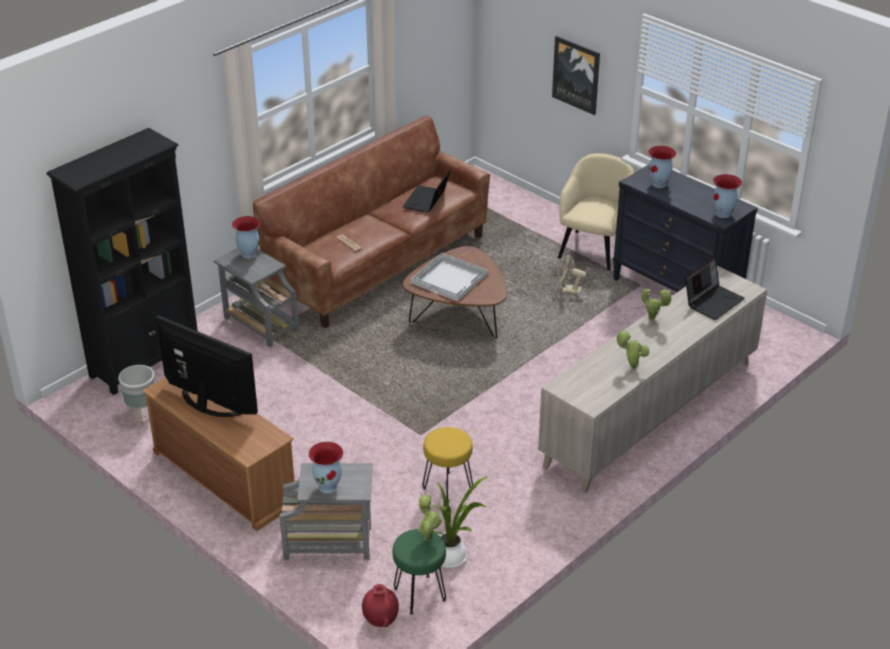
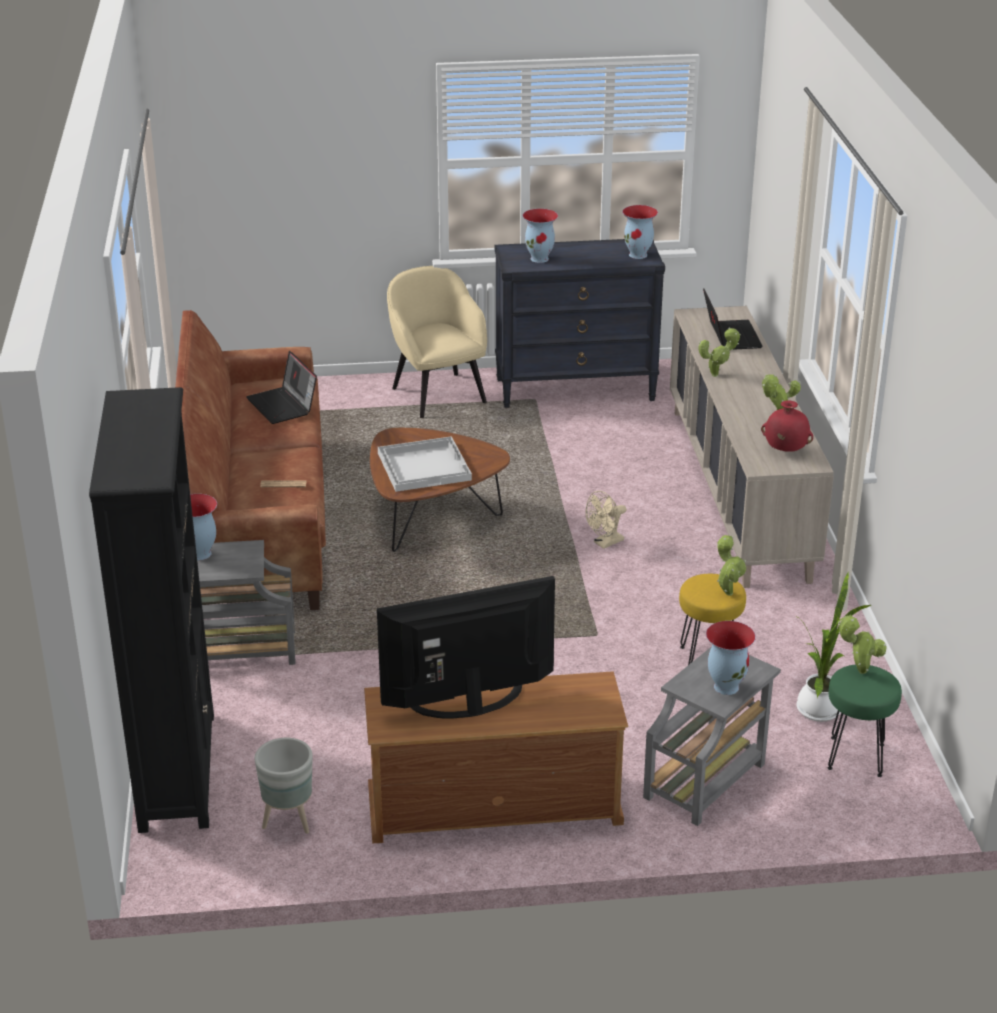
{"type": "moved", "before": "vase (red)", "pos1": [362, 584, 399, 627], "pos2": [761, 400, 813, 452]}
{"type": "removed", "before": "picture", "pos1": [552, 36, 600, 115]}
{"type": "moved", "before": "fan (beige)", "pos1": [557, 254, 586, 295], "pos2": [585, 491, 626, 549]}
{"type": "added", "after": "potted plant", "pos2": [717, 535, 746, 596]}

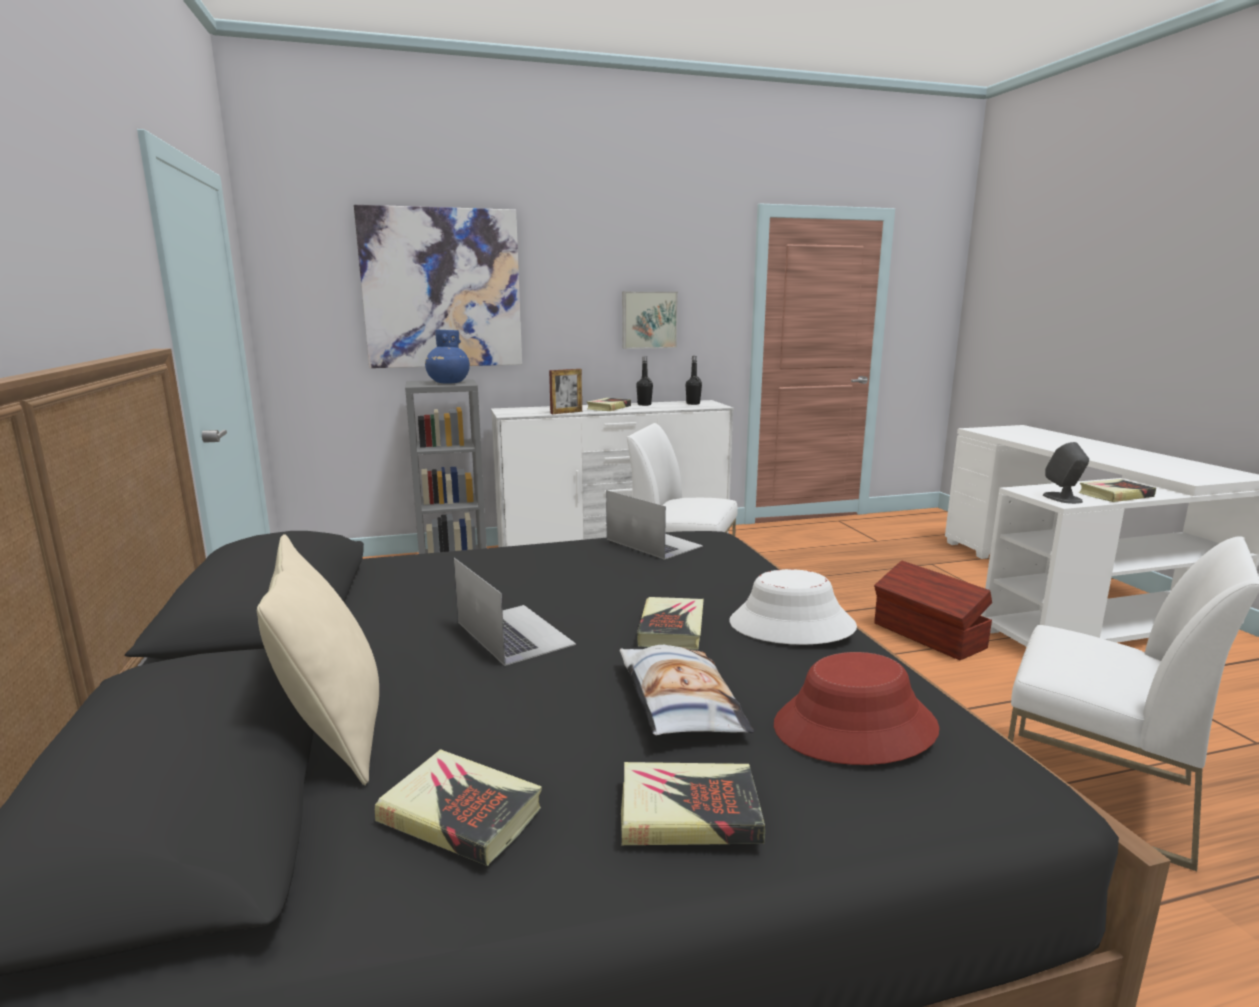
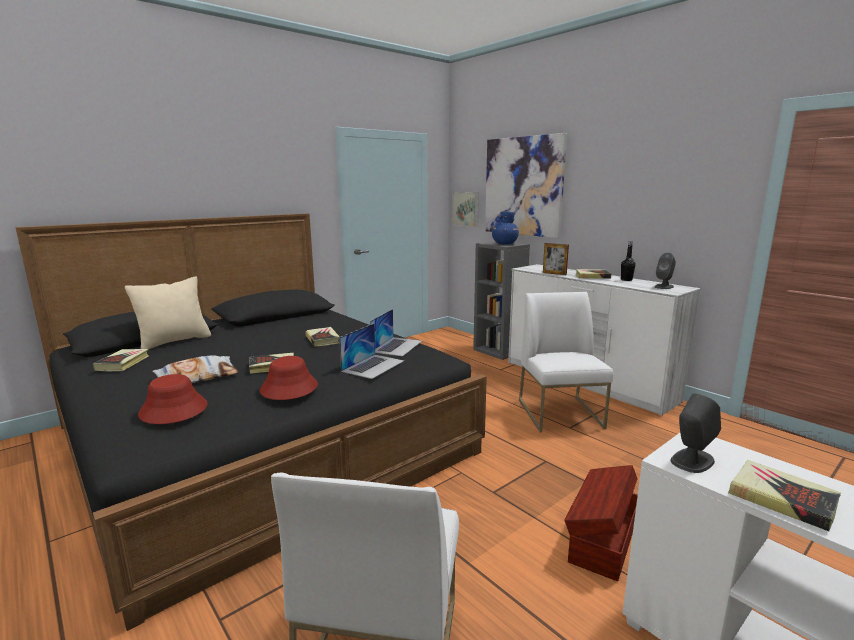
{"type": "moved", "before": "laptop", "pos1": [454, 558, 576, 666], "pos2": [339, 323, 404, 379]}
{"type": "moved", "before": "book", "pos1": [621, 762, 765, 845], "pos2": [306, 327, 340, 346]}
{"type": "moved", "before": "picture", "pos1": [622, 291, 678, 349], "pos2": [452, 192, 479, 227]}
{"type": "replaced", "before": "bottle (black)", "after": "speaker (grey)", "pos1": [686, 356, 702, 405], "pos2": [654, 253, 676, 289]}
{"type": "recoloured", "before": "hat (white)", "after": "hat (red)", "pos1": [730, 569, 857, 645], "pos2": [260, 356, 318, 400]}

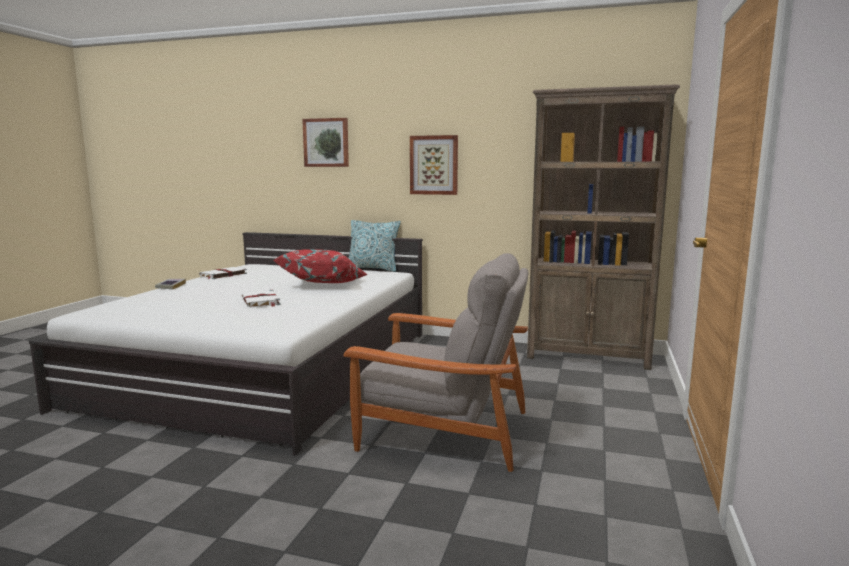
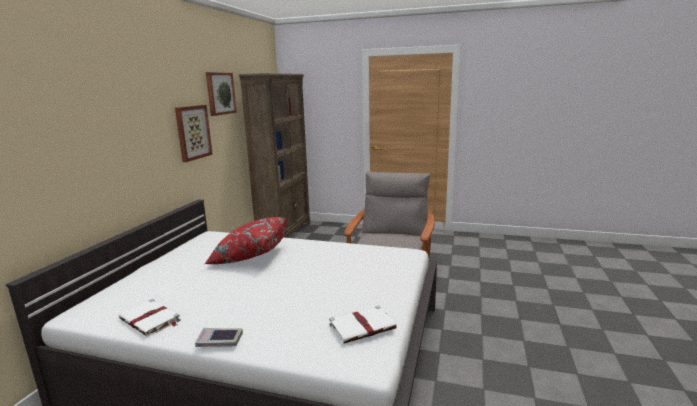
{"type": "moved", "before": "book (white)", "pos1": [242, 290, 281, 307], "pos2": [329, 306, 397, 344]}
{"type": "moved", "before": "picture", "pos1": [302, 118, 349, 167], "pos2": [206, 72, 237, 116]}
{"type": "removed", "before": "pillow", "pos1": [348, 220, 401, 272]}

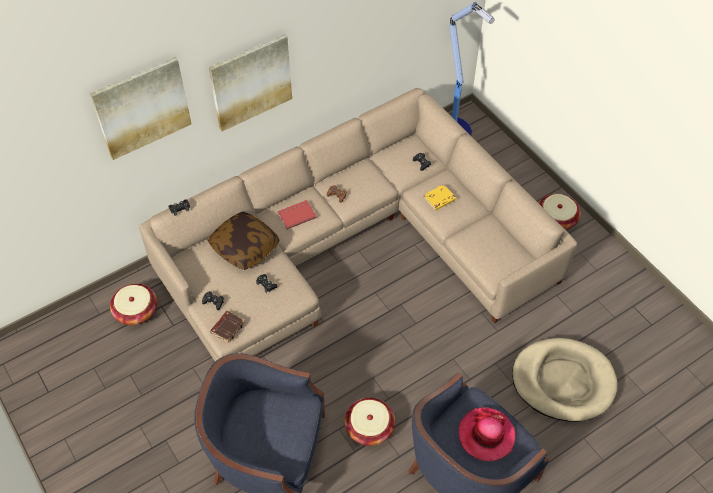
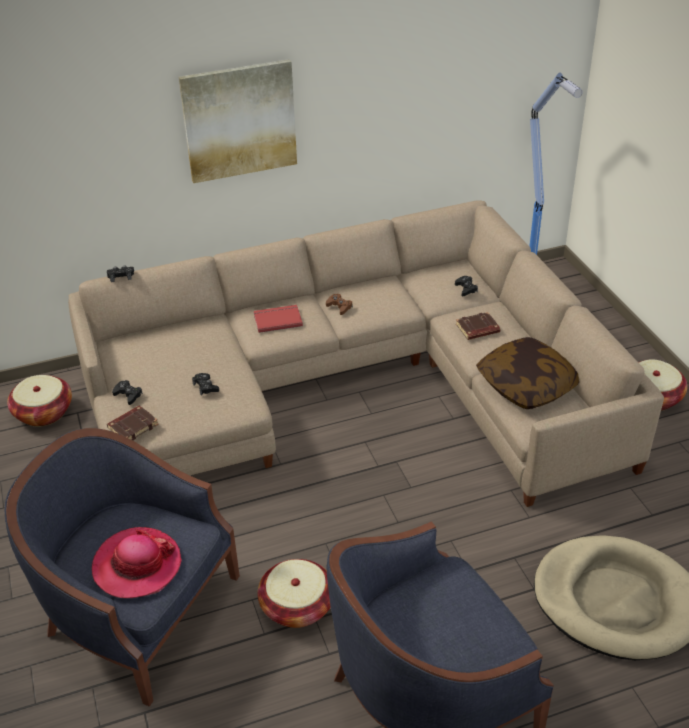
{"type": "removed", "before": "picture", "pos1": [90, 57, 191, 160]}
{"type": "moved", "before": "pillow", "pos1": [208, 212, 279, 270], "pos2": [476, 337, 579, 409]}
{"type": "recoloured", "before": "book (yellow)", "after": "book (brown)", "pos1": [423, 184, 456, 210], "pos2": [456, 312, 501, 340]}
{"type": "moved", "before": "hat", "pos1": [459, 407, 516, 461], "pos2": [92, 527, 182, 598]}

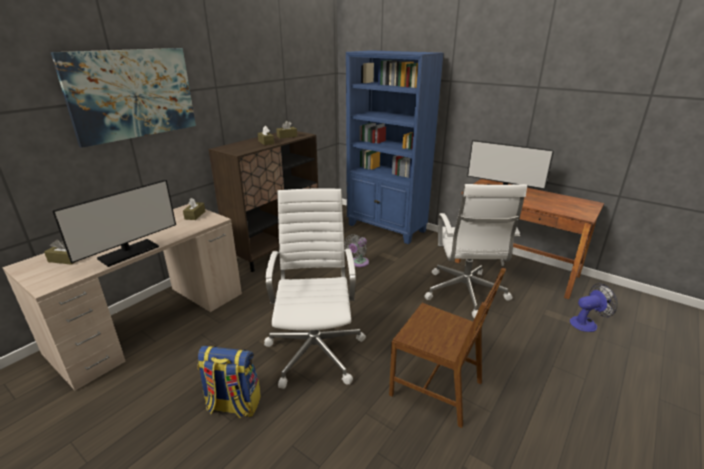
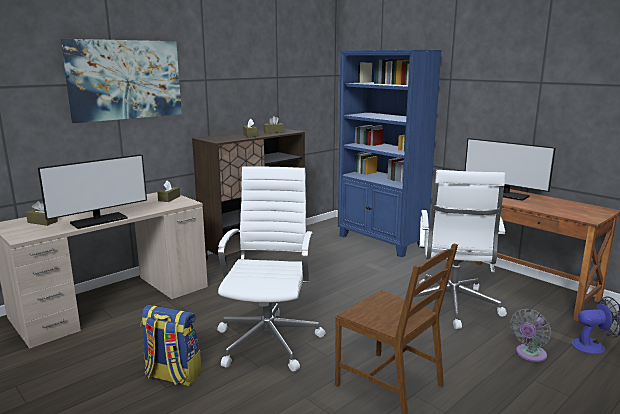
{"type": "moved", "before": "fan (grey)", "pos1": [344, 234, 369, 267], "pos2": [510, 309, 551, 362]}

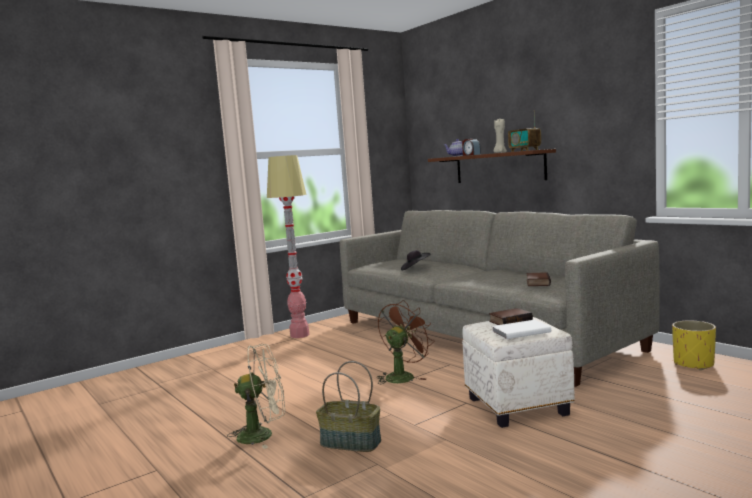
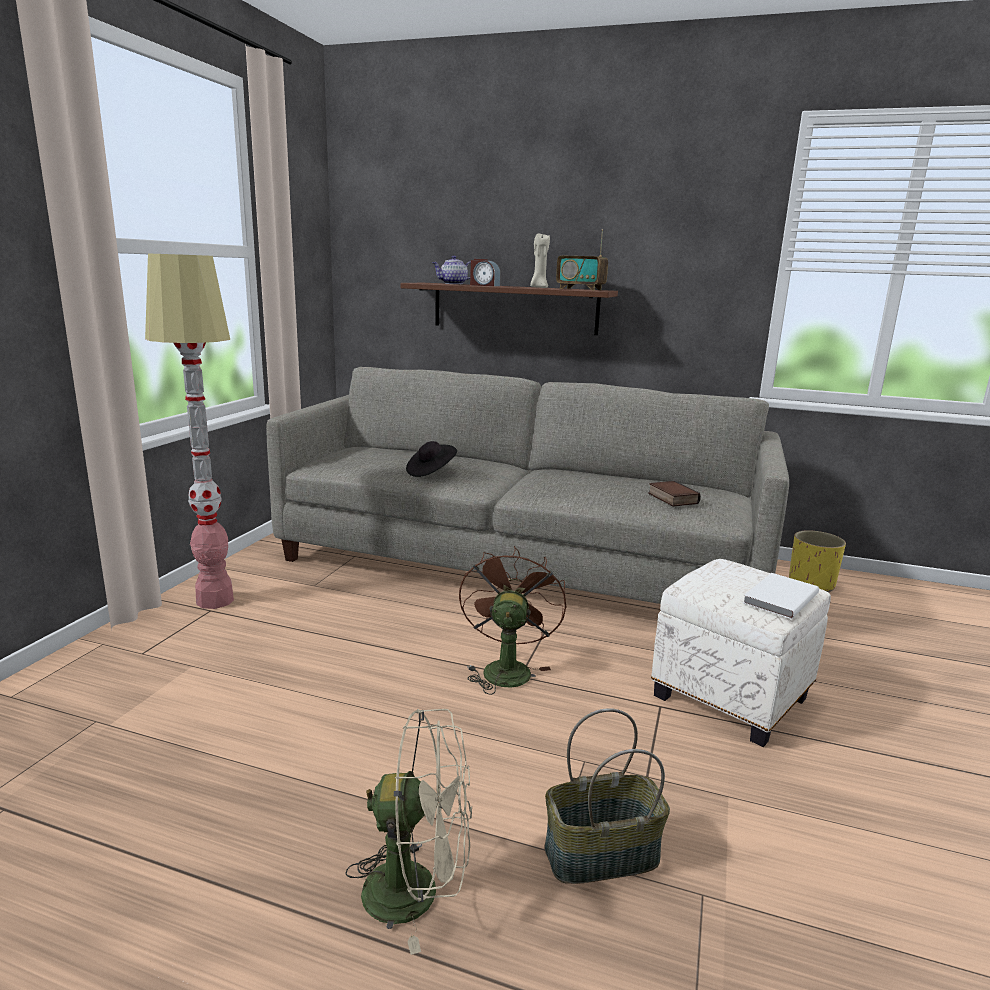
{"type": "turned", "before": "fan (beige)", "pos1": [227, 344, 285, 449], "pos2": [345, 709, 472, 955], "turn": 45}
{"type": "removed", "before": "book", "pos1": [489, 308, 533, 325]}

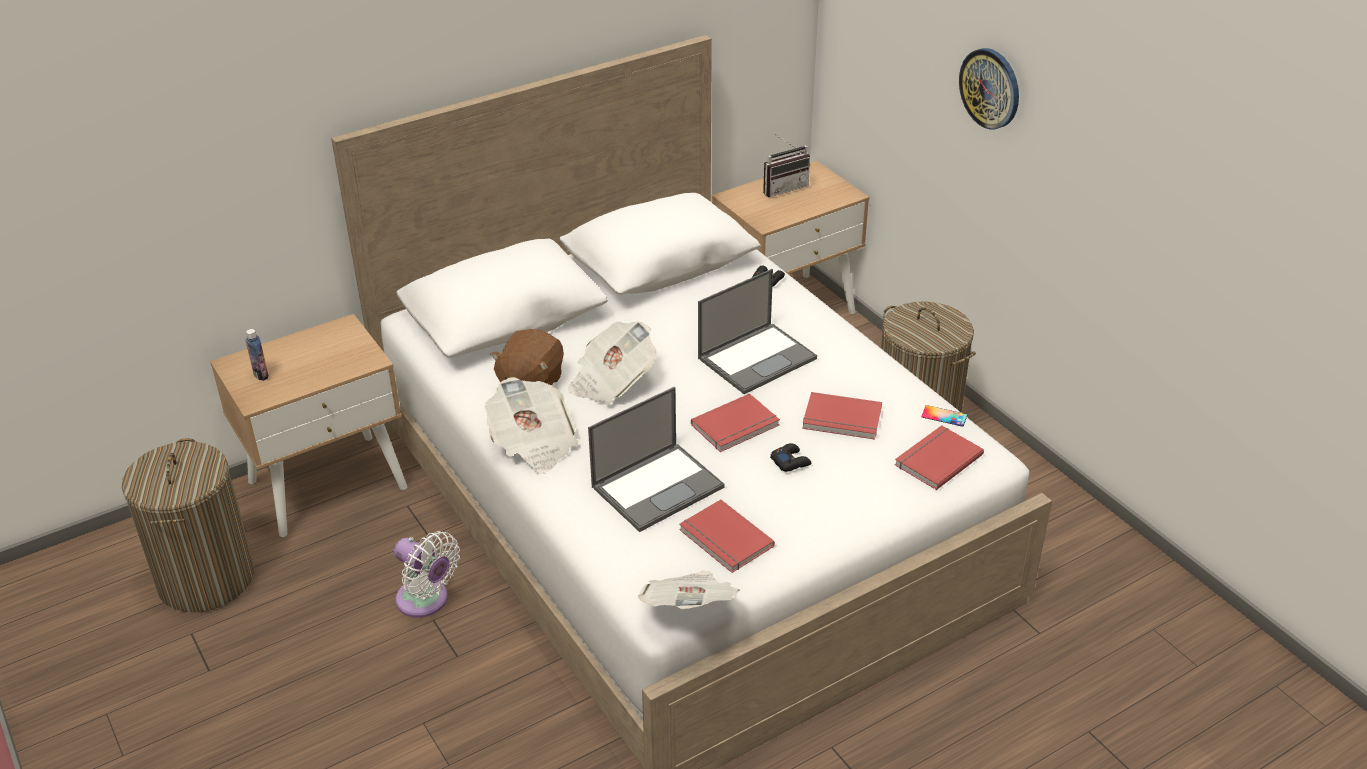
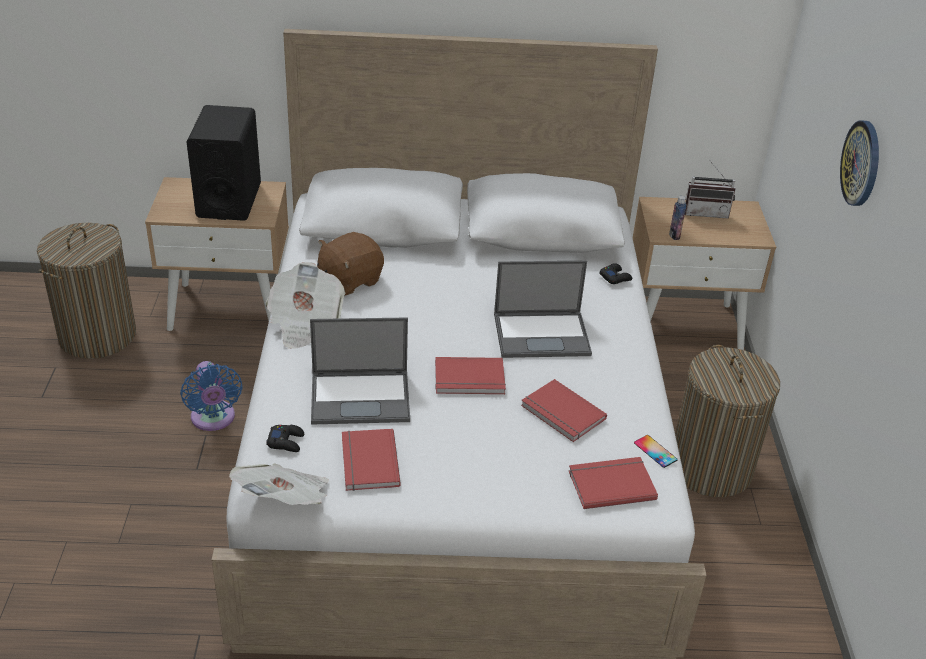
{"type": "moved", "before": "bottle", "pos1": [245, 329, 269, 381], "pos2": [669, 196, 686, 240]}
{"type": "recoloured", "before": "fan (white)", "after": "fan (blue)", "pos1": [394, 531, 460, 618], "pos2": [180, 361, 243, 431]}
{"type": "removed", "before": "newspaper", "pos1": [568, 321, 656, 405]}
{"type": "moved", "before": "game controller (black)", "pos1": [770, 443, 811, 472], "pos2": [266, 425, 304, 452]}
{"type": "added", "after": "speaker (black)", "pos2": [186, 105, 261, 221]}

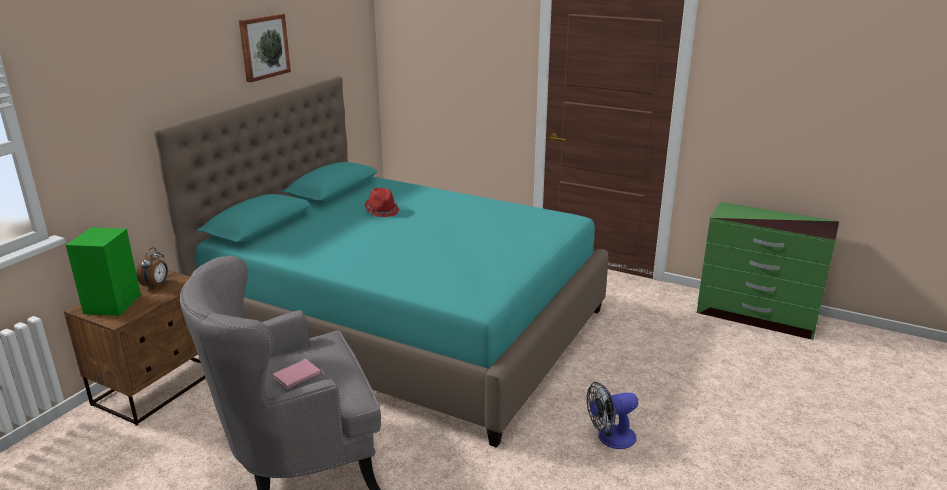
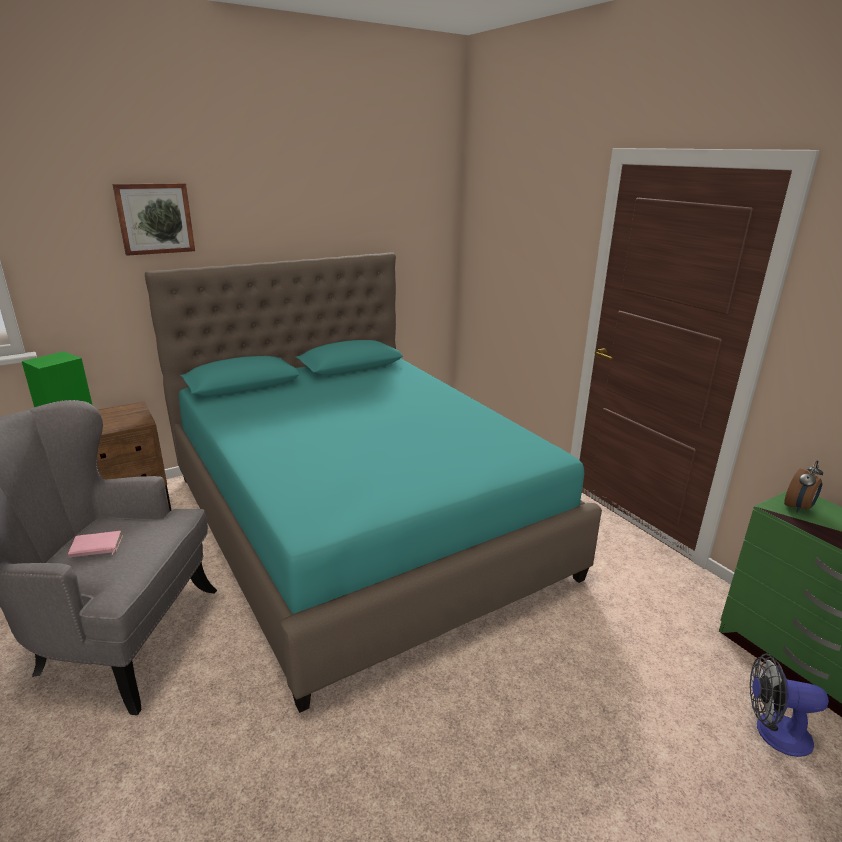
{"type": "moved", "before": "alarm clock", "pos1": [136, 248, 168, 289], "pos2": [784, 460, 823, 512]}
{"type": "moved", "before": "picture", "pos1": [239, 14, 291, 82], "pos2": [112, 183, 195, 256]}
{"type": "removed", "before": "hat (red)", "pos1": [365, 188, 400, 217]}
{"type": "moved", "before": "fan", "pos1": [587, 382, 638, 449], "pos2": [750, 653, 829, 757]}

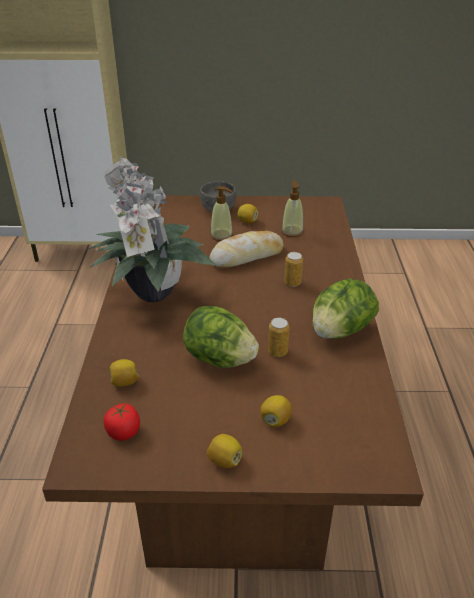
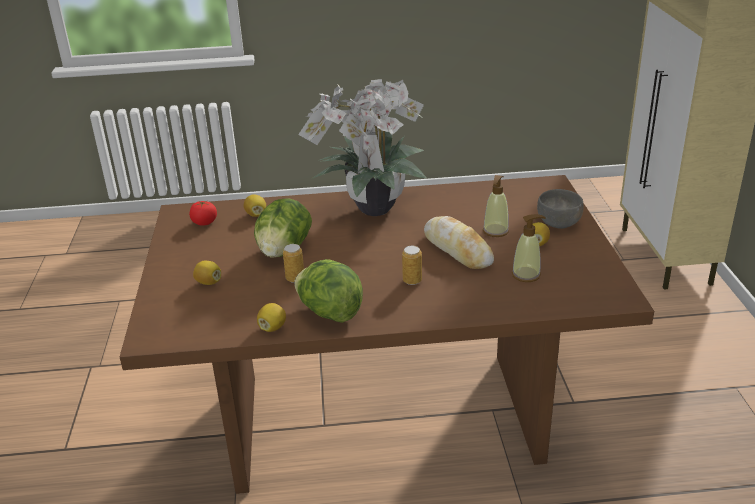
{"type": "moved", "before": "lemon", "pos1": [207, 434, 242, 468], "pos2": [257, 303, 286, 332]}

